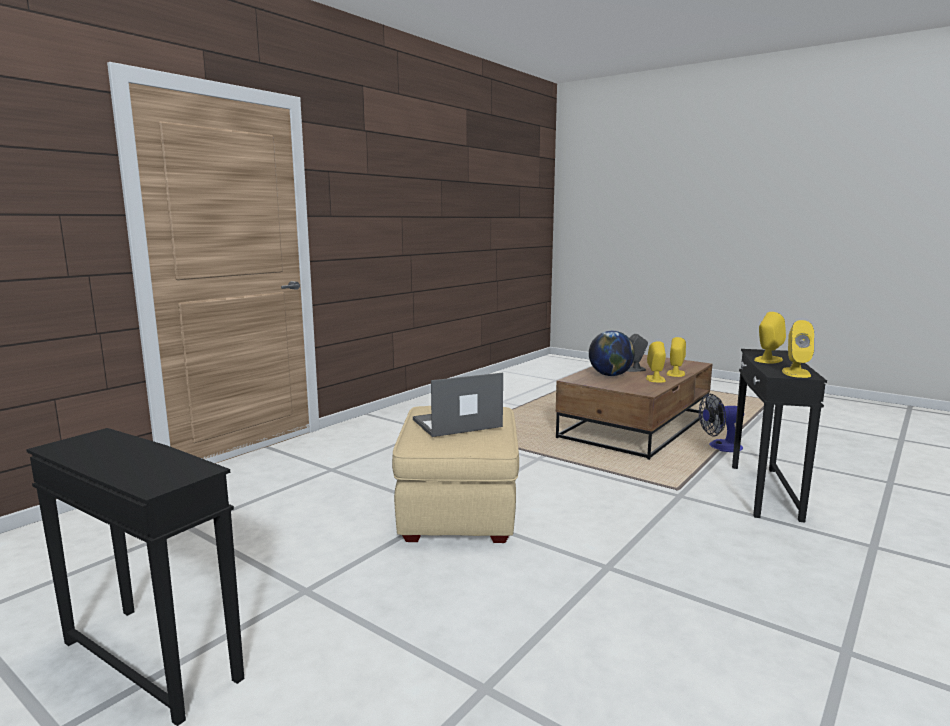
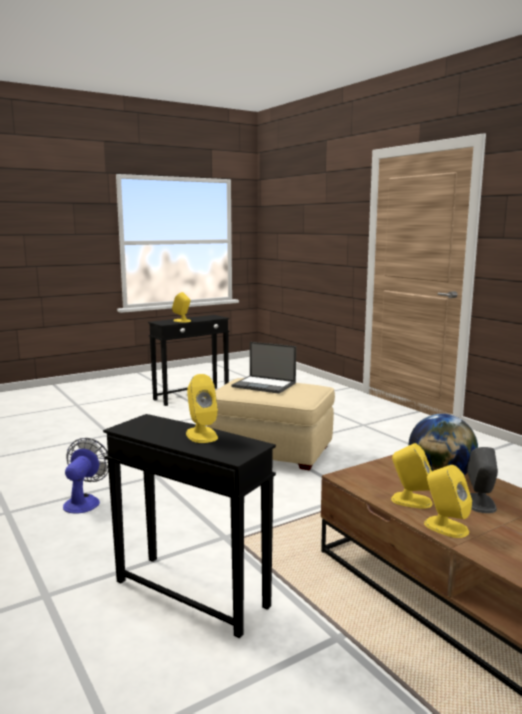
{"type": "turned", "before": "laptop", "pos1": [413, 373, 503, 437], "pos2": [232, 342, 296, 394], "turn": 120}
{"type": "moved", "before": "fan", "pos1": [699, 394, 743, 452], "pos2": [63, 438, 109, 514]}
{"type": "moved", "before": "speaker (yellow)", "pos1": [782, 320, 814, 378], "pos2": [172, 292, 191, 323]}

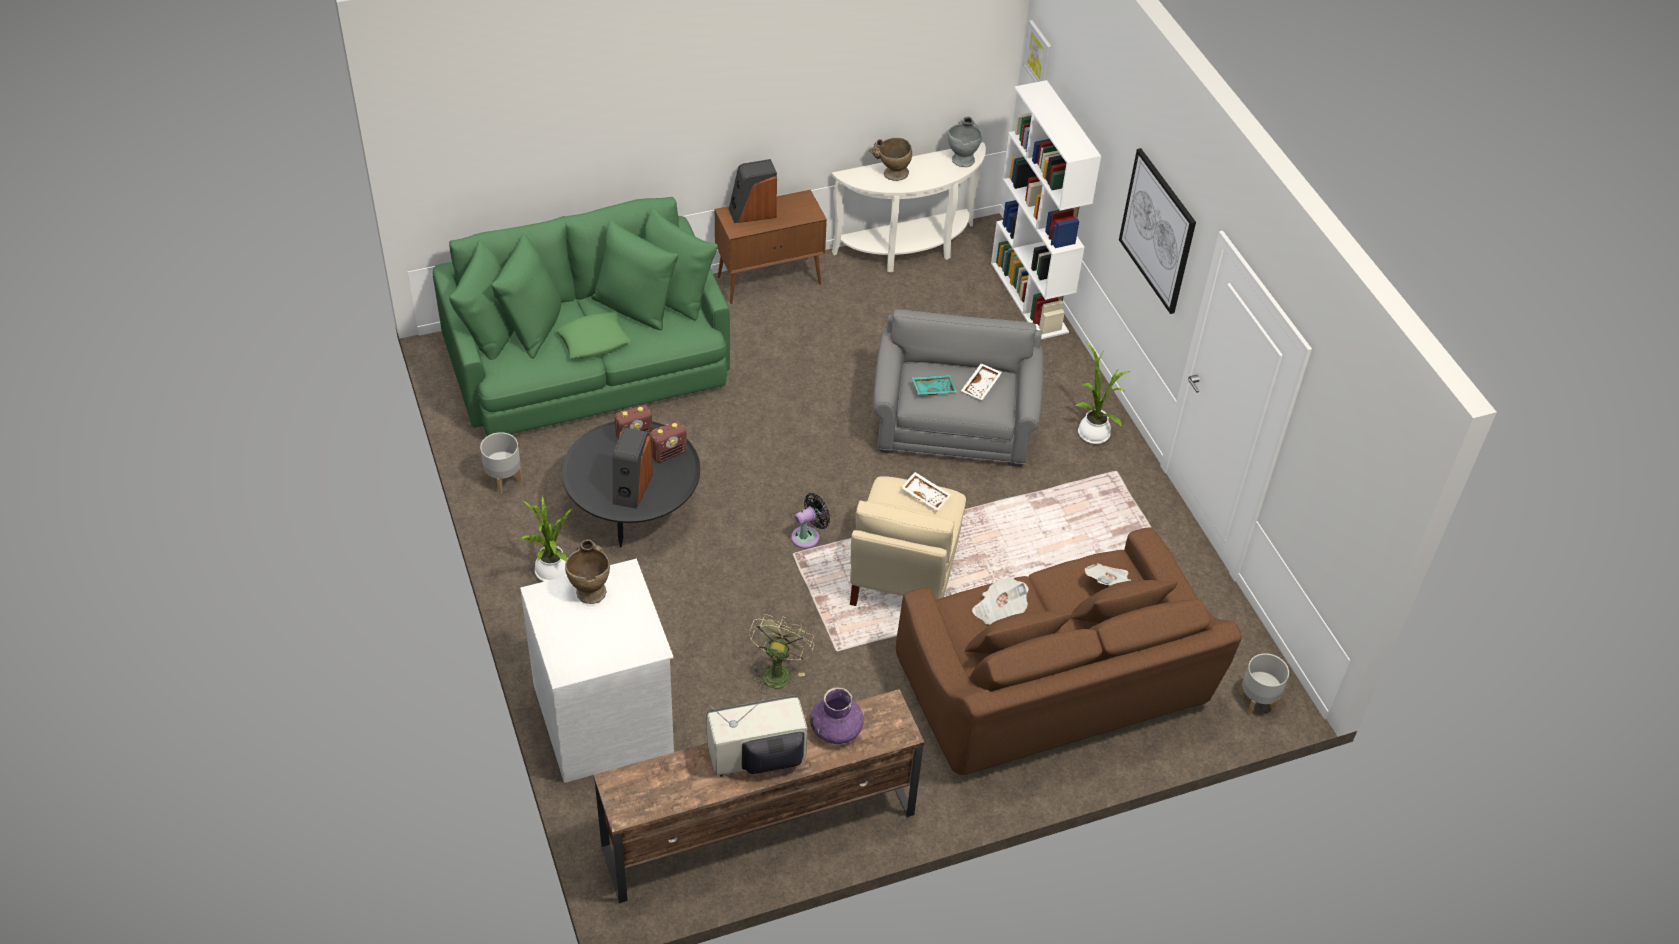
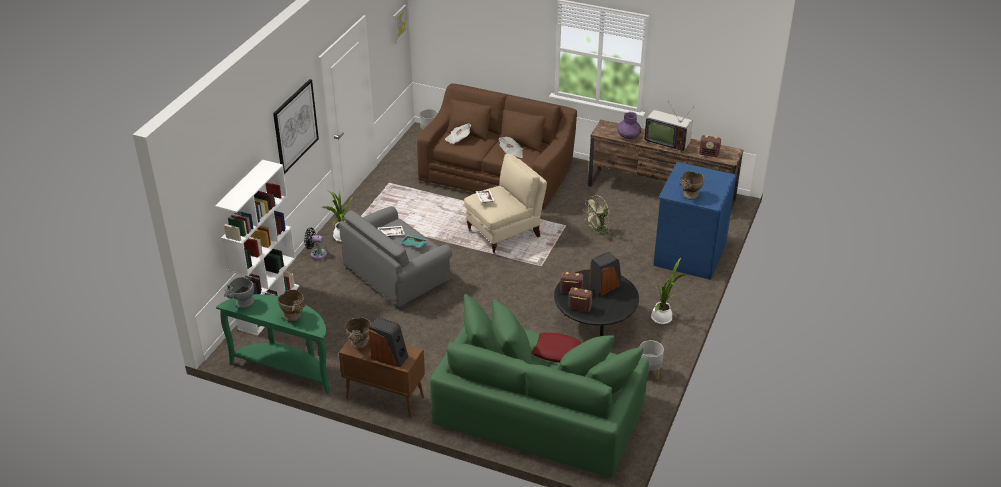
{"type": "recoloured", "before": "dresser (white)", "after": "dresser (blue)", "pos1": [520, 559, 674, 783], "pos2": [653, 162, 737, 280]}
{"type": "recoloured", "before": "pillow (green)", "after": "pillow (red)", "pos1": [556, 313, 631, 359], "pos2": [531, 333, 582, 363]}
{"type": "moved", "before": "fan (black)", "pos1": [791, 493, 830, 549], "pos2": [304, 228, 327, 259]}
{"type": "recoloured", "before": "console table (white)", "after": "console table (green)", "pos1": [832, 142, 986, 272], "pos2": [216, 294, 330, 394]}
{"type": "moved", "before": "picture", "pos1": [1023, 20, 1051, 82], "pos2": [393, 5, 408, 44]}
{"type": "added", "after": "vase (beige)", "pos2": [345, 317, 371, 349]}
{"type": "added", "after": "radio", "pos2": [699, 135, 721, 157]}

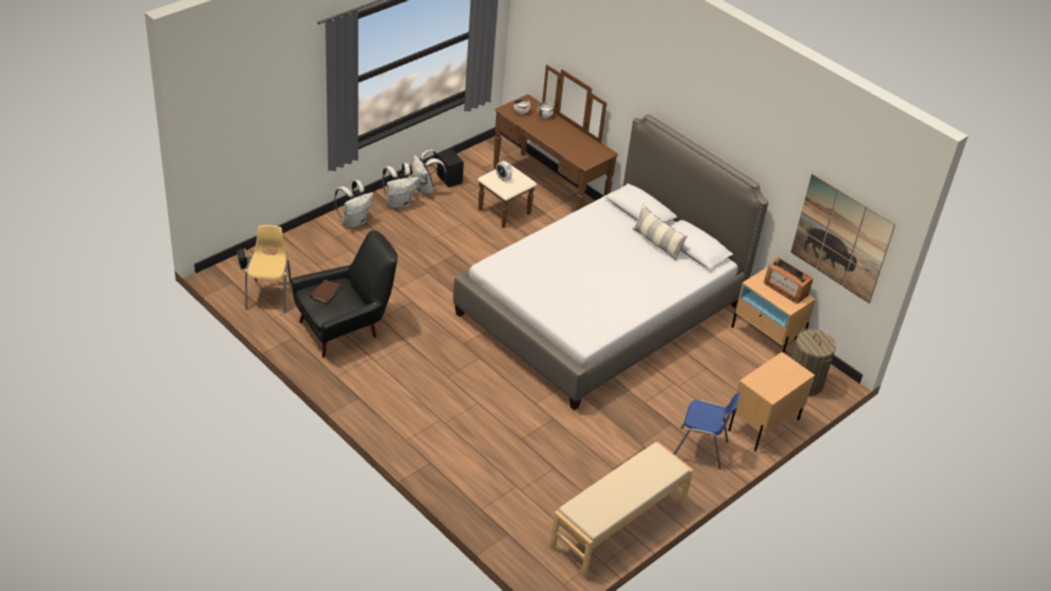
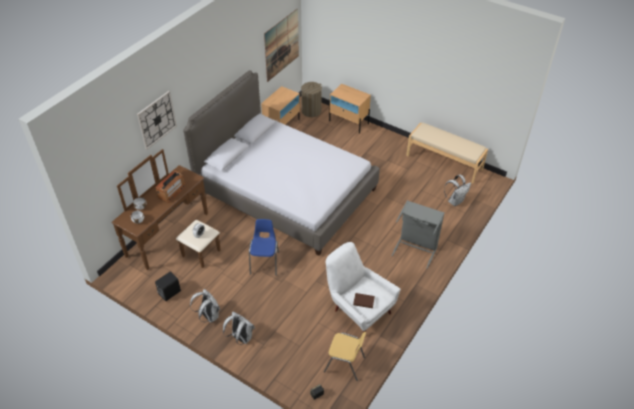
{"type": "turned", "before": "chair (yellow)", "pos1": [245, 225, 292, 313], "pos2": [324, 332, 366, 381], "turn": -150}
{"type": "recoloured", "before": "armchair (black)", "after": "armchair (white)", "pos1": [291, 230, 398, 358], "pos2": [326, 242, 401, 332]}
{"type": "moved", "before": "backpack (white)", "pos1": [412, 149, 447, 195], "pos2": [444, 175, 471, 206]}
{"type": "removed", "before": "pillow", "pos1": [632, 204, 687, 261]}
{"type": "moved", "before": "chair (blue)", "pos1": [674, 392, 740, 469], "pos2": [249, 219, 279, 276]}
{"type": "moved", "before": "radio", "pos1": [764, 257, 813, 304], "pos2": [155, 171, 186, 203]}
{"type": "added", "after": "wall clock", "pos2": [137, 91, 177, 150]}
{"type": "added", "after": "laundry basket (grey)", "pos2": [391, 200, 445, 269]}

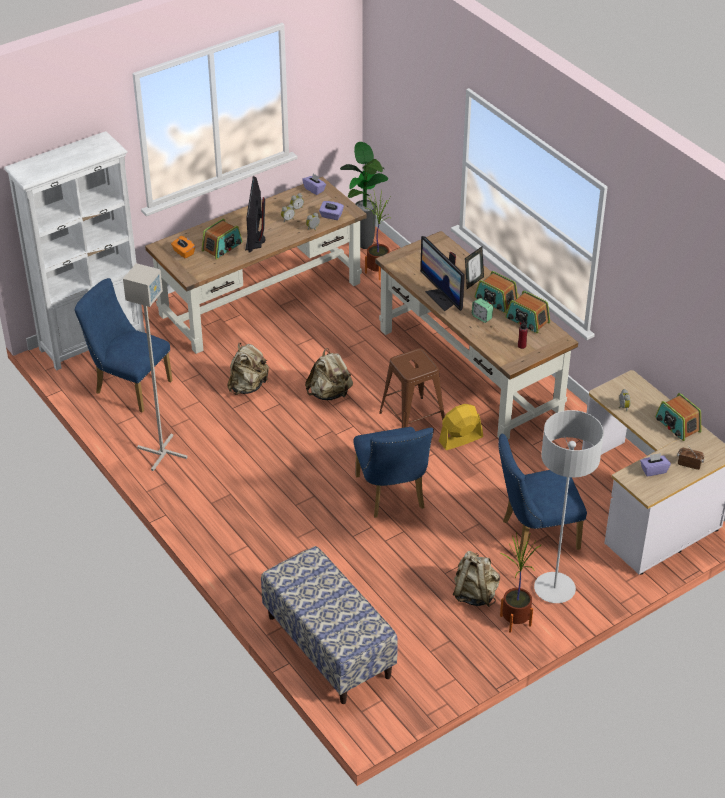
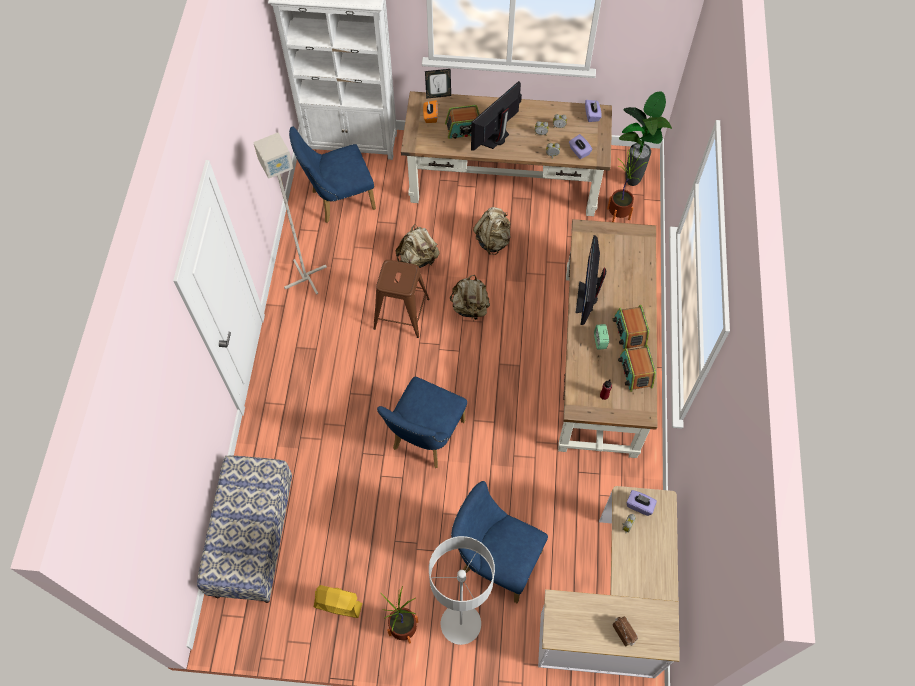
{"type": "turned", "before": "chair (blue)", "pos1": [74, 278, 173, 413], "pos2": [289, 126, 376, 223], "turn": -90}
{"type": "moved", "before": "stool (brown)", "pos1": [379, 348, 445, 428], "pos2": [373, 260, 429, 338]}
{"type": "moved", "before": "fan (yellow)", "pos1": [439, 404, 483, 450], "pos2": [314, 585, 363, 618]}
{"type": "moved", "before": "backpack (beige)", "pos1": [453, 551, 500, 607], "pos2": [473, 207, 511, 255]}
{"type": "moved", "before": "picture frame", "pos1": [465, 247, 484, 289], "pos2": [425, 69, 451, 99]}
{"type": "moved", "before": "tissue box (purple)", "pos1": [640, 453, 671, 476], "pos2": [627, 490, 657, 516]}
{"type": "removed", "before": "radio", "pos1": [655, 393, 701, 441]}

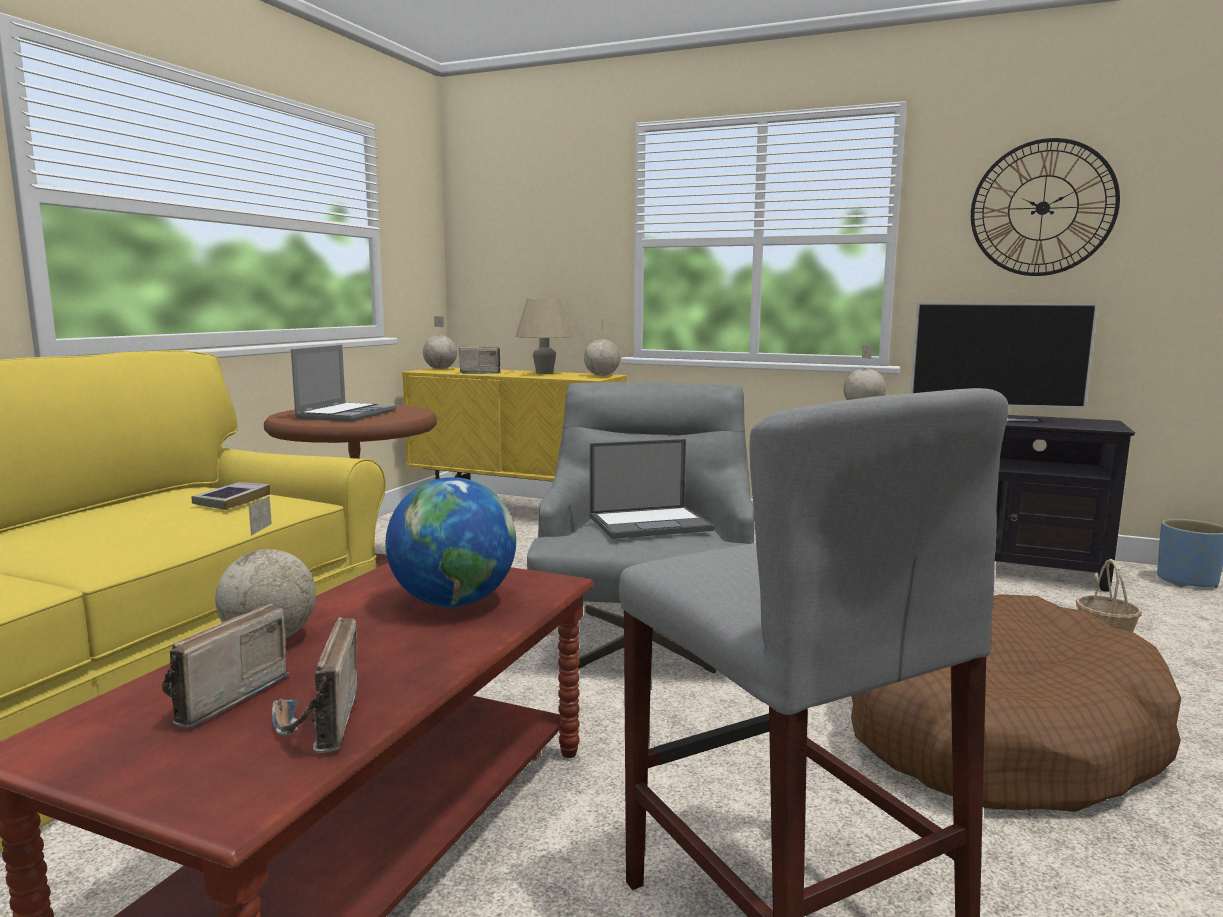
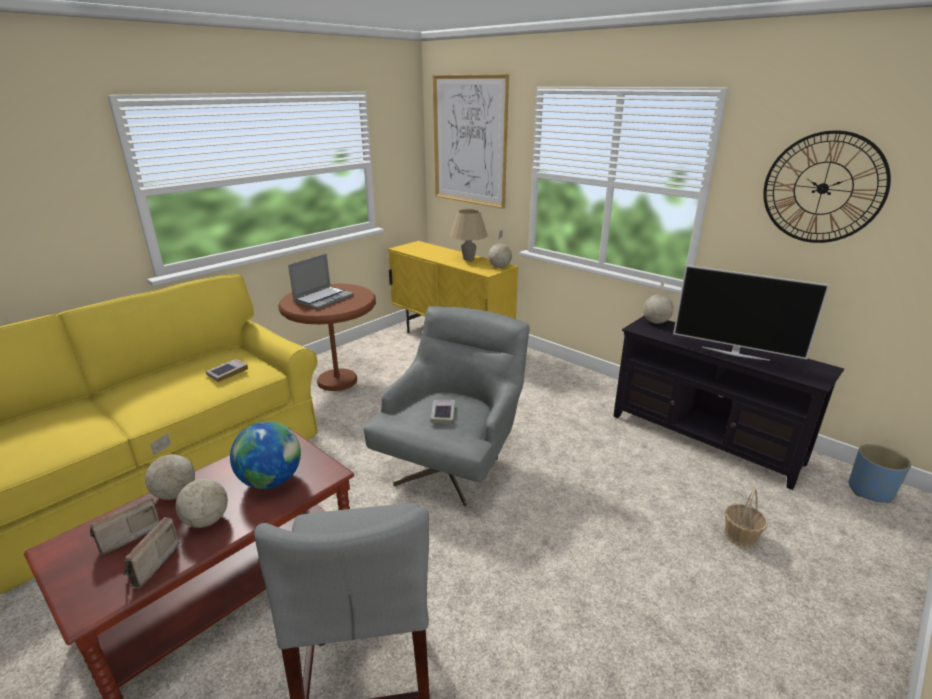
{"type": "moved", "before": "globe", "pos1": [423, 316, 457, 369], "pos2": [176, 461, 228, 528]}
{"type": "removed", "before": "radio", "pos1": [459, 346, 501, 374]}
{"type": "replaced", "before": "laptop", "after": "book", "pos1": [590, 439, 714, 539], "pos2": [430, 400, 455, 424]}
{"type": "removed", "before": "dog bed (brown)", "pos1": [851, 594, 1181, 812]}
{"type": "added", "after": "picture", "pos2": [432, 74, 509, 209]}

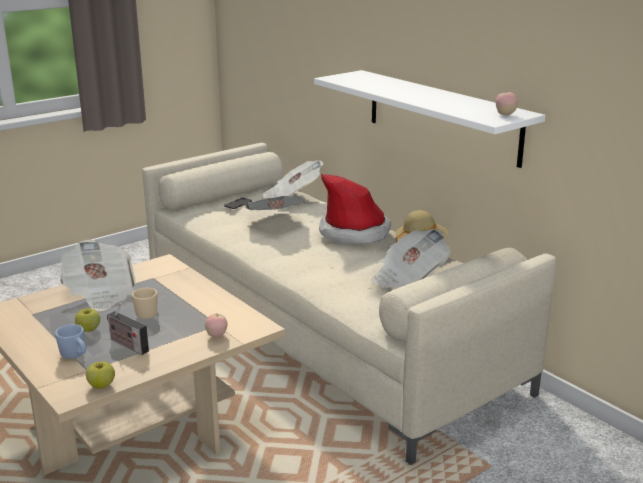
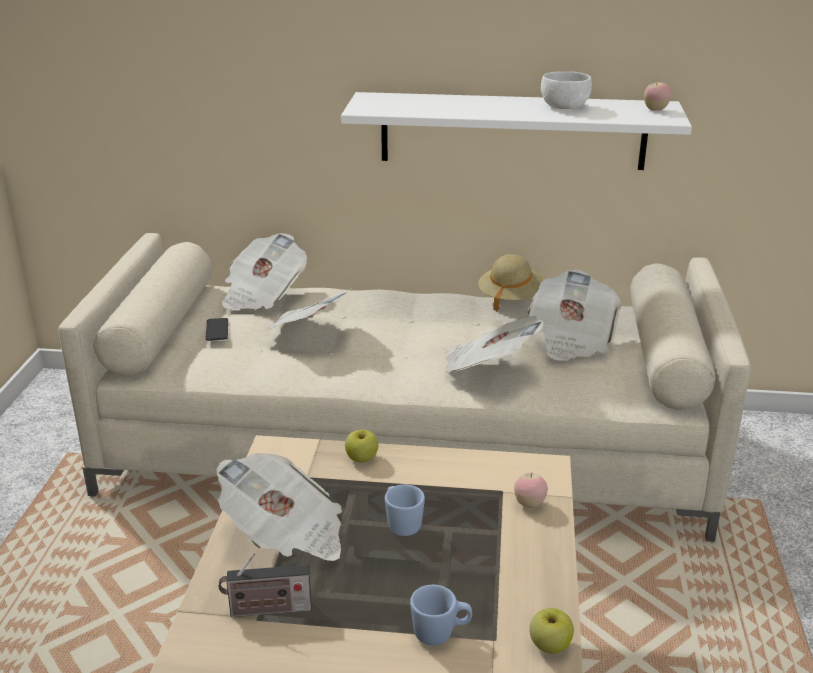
{"type": "moved", "before": "apple", "pos1": [75, 308, 100, 332], "pos2": [345, 430, 379, 463]}
{"type": "moved", "before": "radio", "pos1": [107, 303, 149, 355], "pos2": [219, 552, 312, 617]}
{"type": "recoloured", "before": "mug (beige)", "after": "mug (blue)", "pos1": [132, 288, 158, 319], "pos2": [385, 485, 425, 536]}
{"type": "removed", "before": "hat", "pos1": [319, 174, 392, 244]}
{"type": "added", "after": "newspaper", "pos2": [445, 315, 544, 373]}
{"type": "added", "after": "bowl (white)", "pos2": [541, 71, 592, 109]}

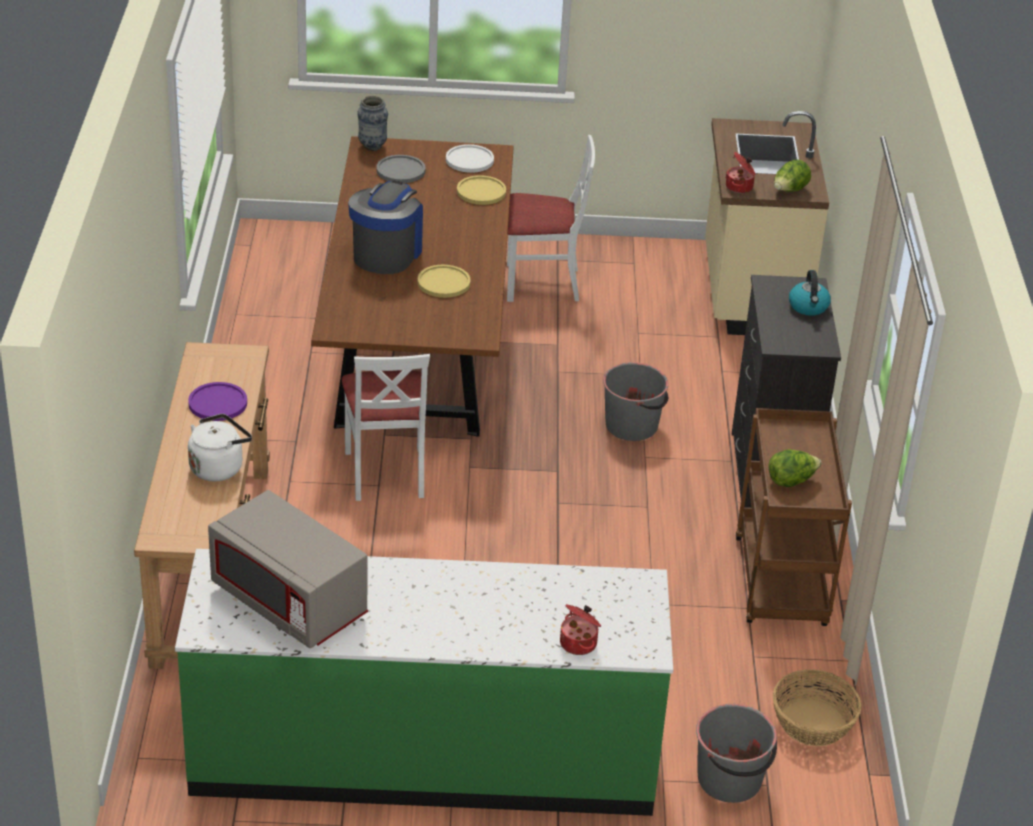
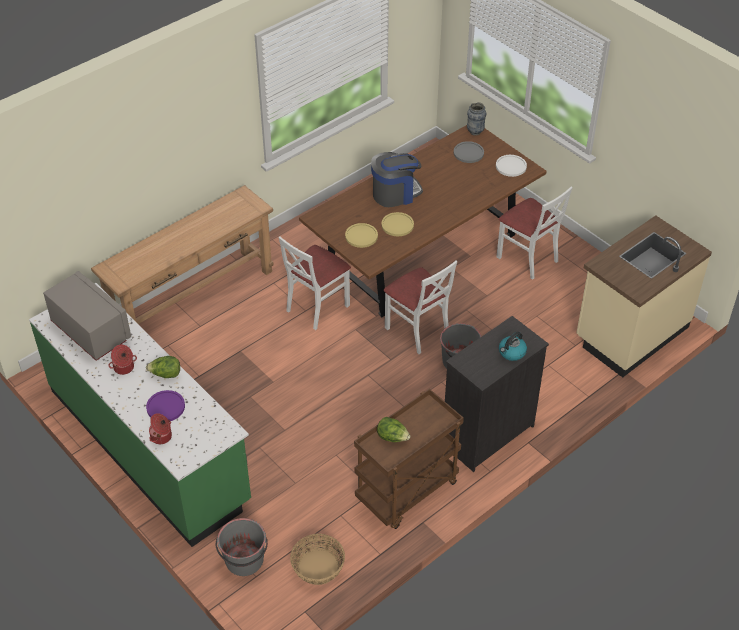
{"type": "moved", "before": "plate (purple)", "pos1": [188, 382, 247, 421], "pos2": [146, 390, 185, 421]}
{"type": "removed", "before": "kettle (white)", "pos1": [188, 414, 252, 481]}
{"type": "turned", "before": "microwave (grey)", "pos1": [208, 490, 368, 648], "pos2": [43, 271, 131, 361], "turn": 135}
{"type": "moved", "before": "plate (yellow)", "pos1": [457, 175, 506, 205], "pos2": [345, 223, 378, 248]}
{"type": "moved", "before": "cooking pot", "pos1": [725, 152, 755, 193], "pos2": [108, 345, 137, 375]}
{"type": "moved", "before": "lettuce", "pos1": [774, 160, 811, 192], "pos2": [146, 356, 180, 378]}
{"type": "added", "after": "chair (white)", "pos2": [384, 261, 457, 354]}

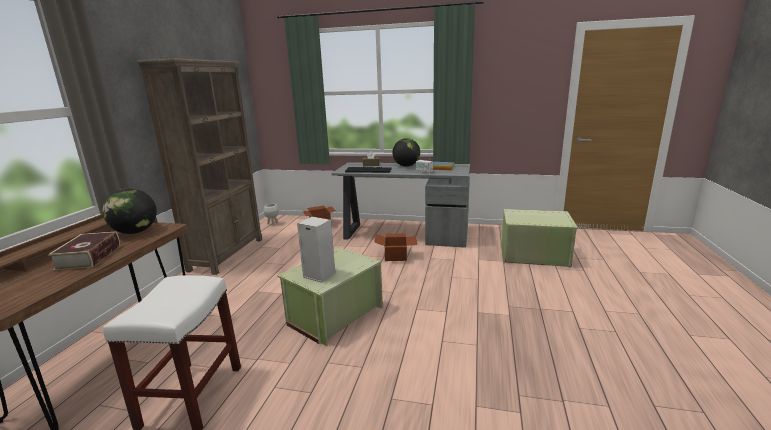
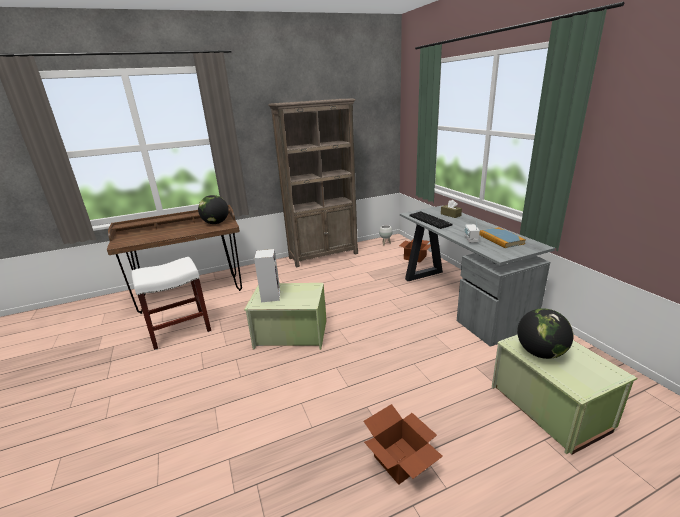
{"type": "removed", "before": "book", "pos1": [48, 232, 120, 271]}
{"type": "moved", "before": "cardboard box", "pos1": [374, 234, 417, 261], "pos2": [364, 404, 443, 484]}
{"type": "moved", "before": "globe", "pos1": [392, 138, 420, 167], "pos2": [517, 309, 574, 359]}

